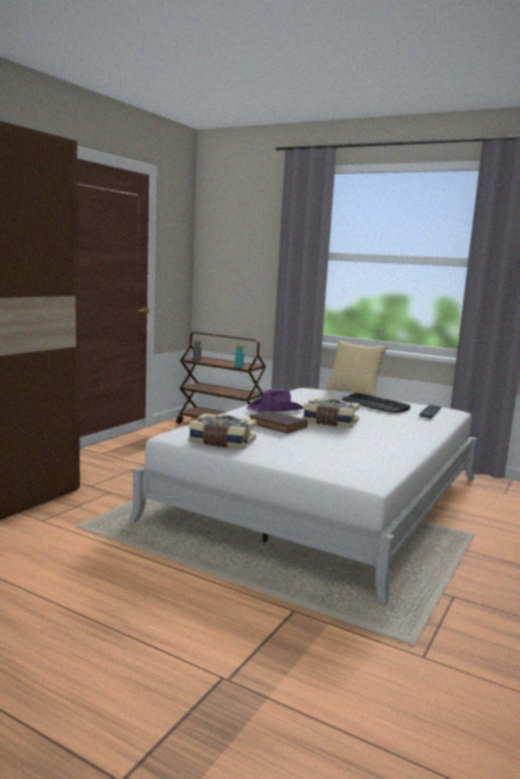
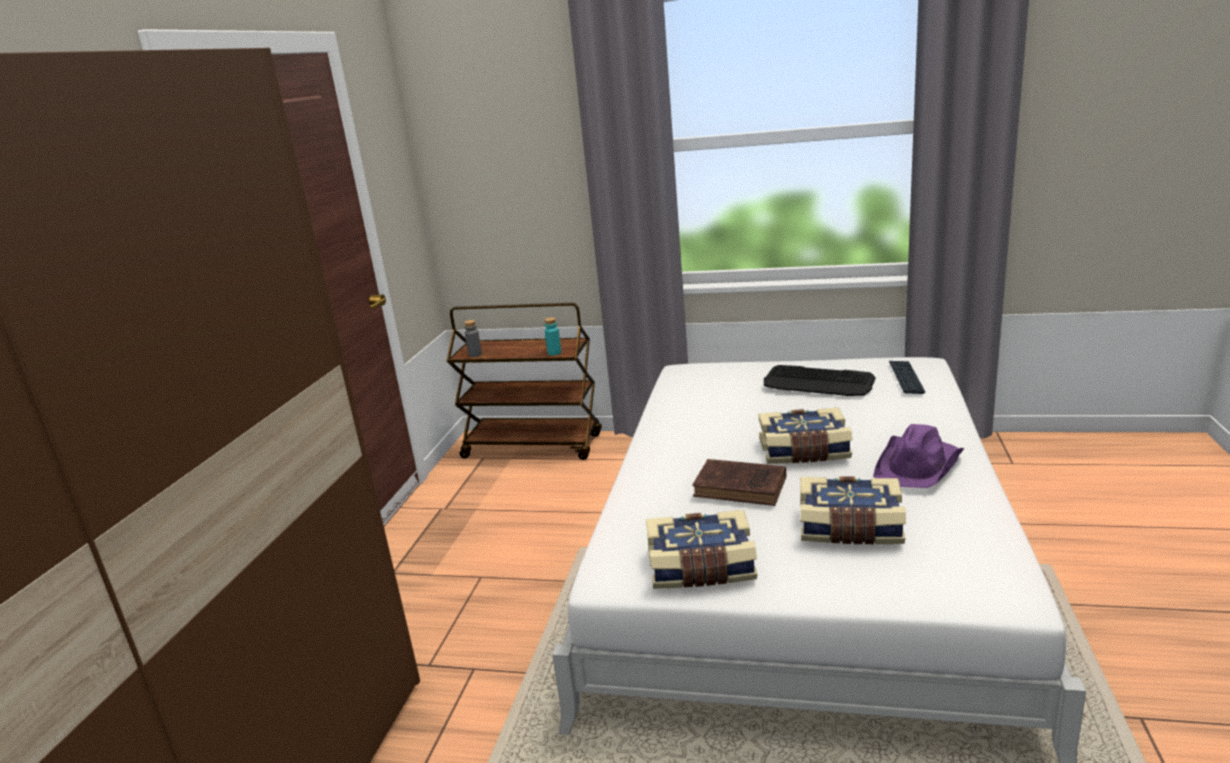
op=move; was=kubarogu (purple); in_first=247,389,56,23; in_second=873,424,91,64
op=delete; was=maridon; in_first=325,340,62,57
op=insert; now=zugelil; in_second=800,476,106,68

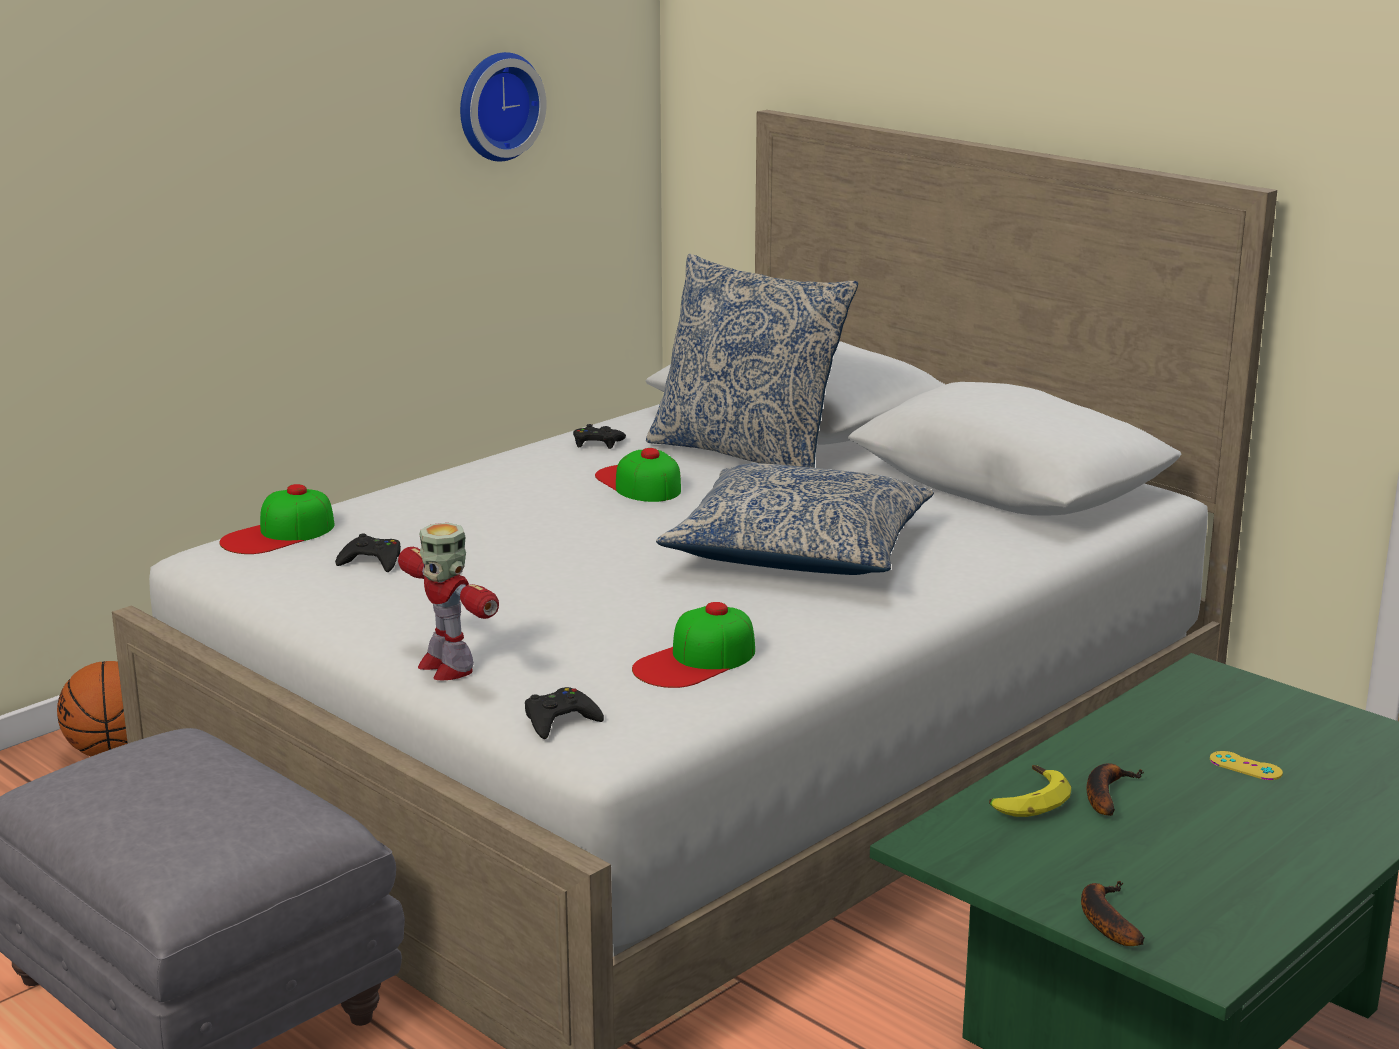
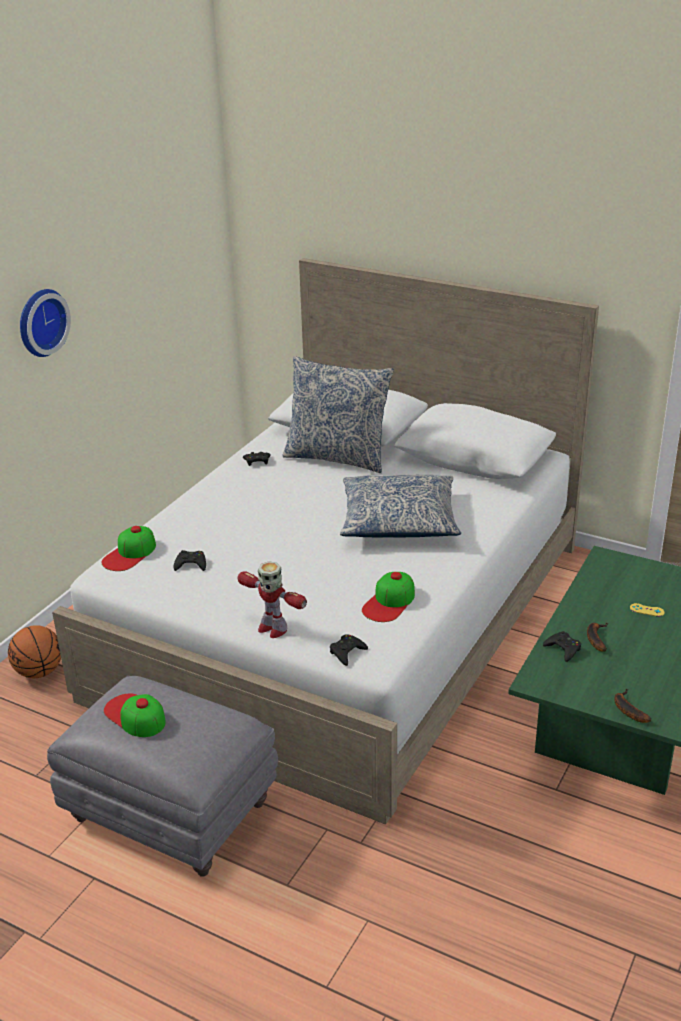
op=move; was=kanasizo; in_first=460,52,87,109; in_second=20,289,51,68
op=move; was=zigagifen; in_first=595,448,86,54; in_second=104,694,62,43
op=replace; was=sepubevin; now=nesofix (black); in_first=989,765,82,52; in_second=543,631,38,31

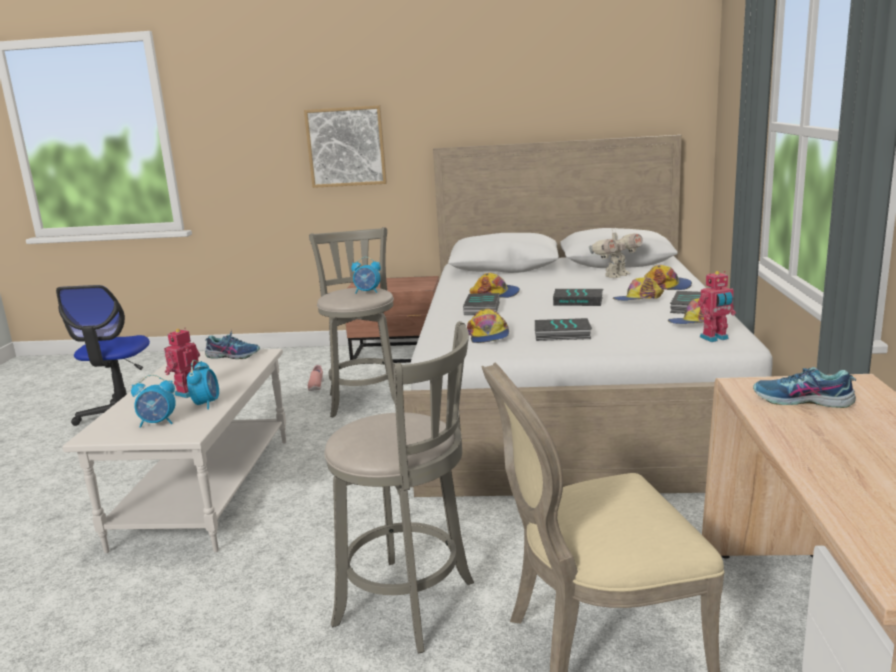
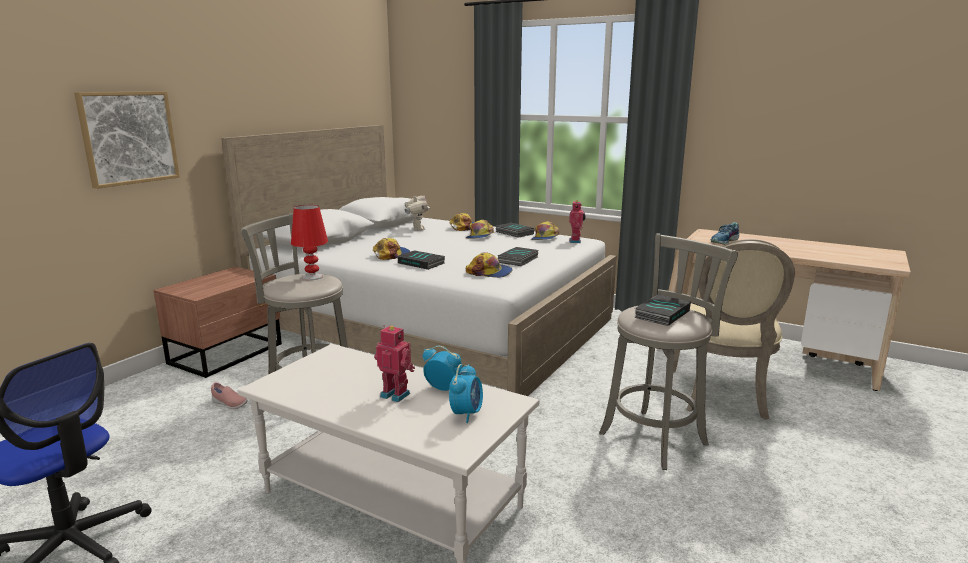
op=rotate; was=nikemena; in_first=164,327,36,71; in_second=374,325,41,77; clockwise=150
op=delete; was=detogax; in_first=205,330,55,29
op=replace; was=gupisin; now=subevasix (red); in_first=351,257,30,37; in_second=291,205,37,75
op=move; was=zugelil; in_first=553,289,50,17; in_second=634,295,57,31

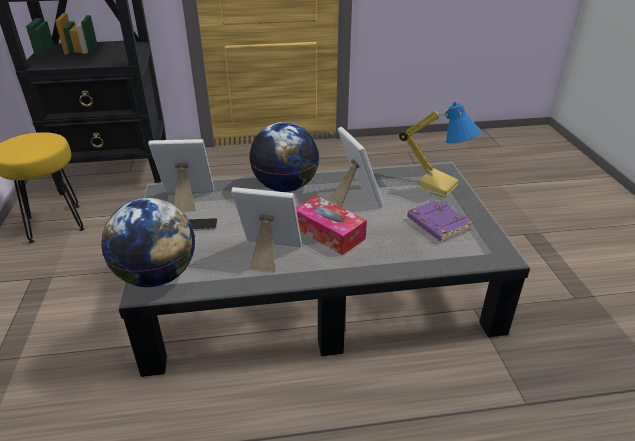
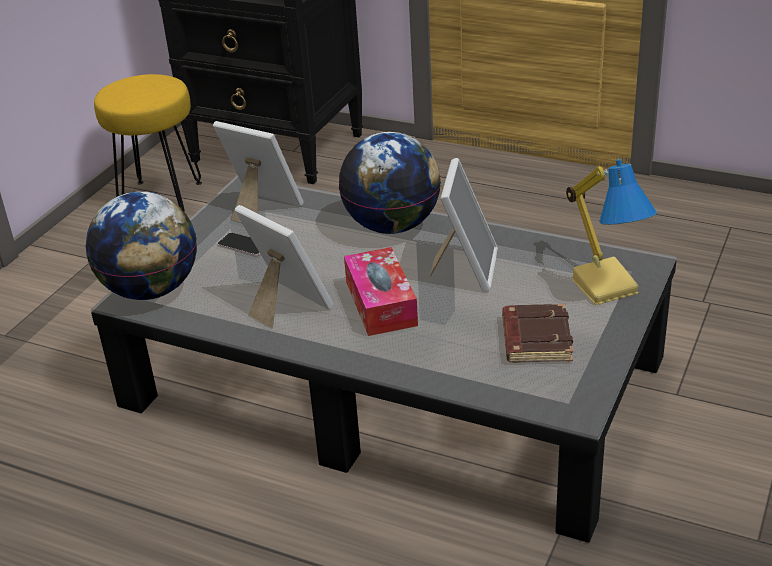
op=recolor; was=zugelil (purple); now=zugelil (brown); in_first=407,200,66,42; in_second=502,304,71,59

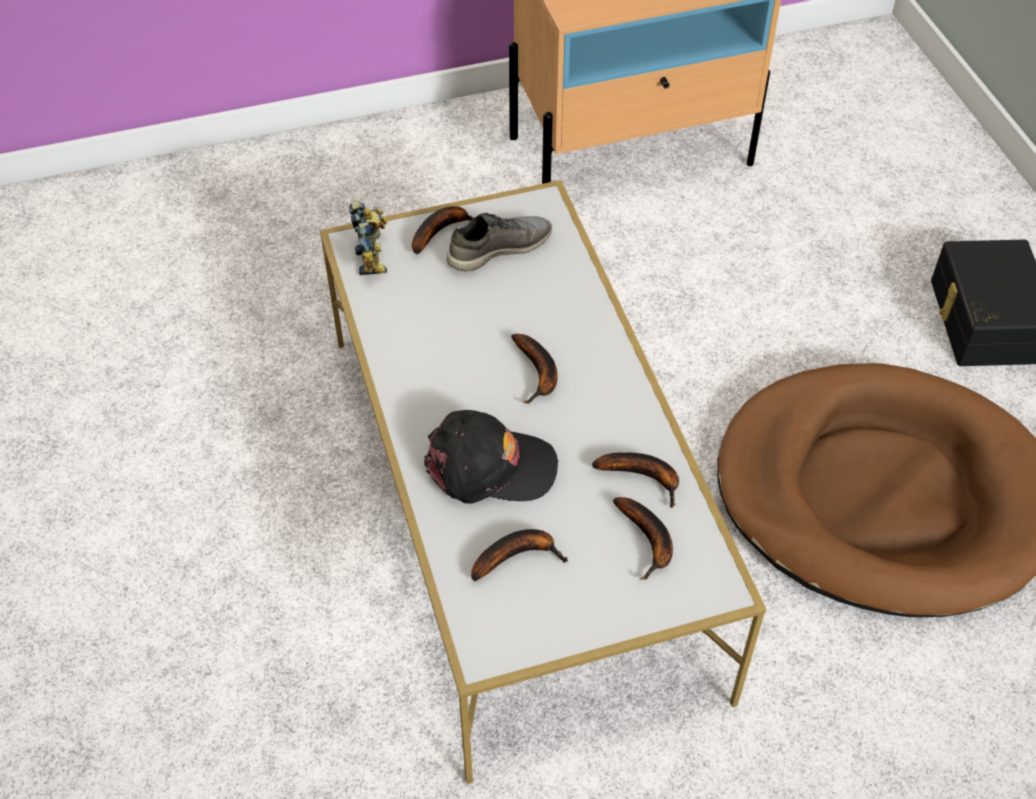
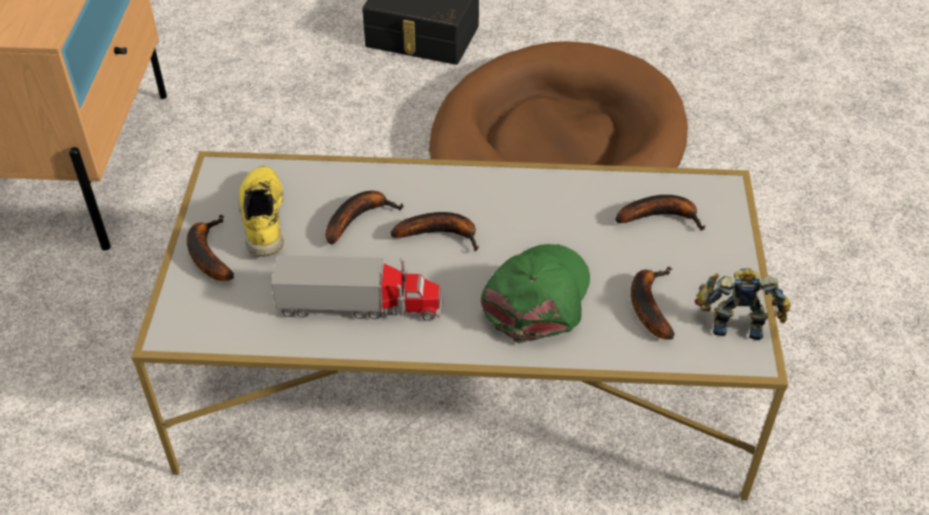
op=move; was=nikemena; in_first=349,200,38,75; in_second=695,268,95,72
op=recolor; was=zigagifen (black); now=zigagifen (green); in_first=424,410,134,94; in_second=481,244,109,99
op=recolor; was=detogax (grey); now=detogax (yellow); in_first=446,213,106,58; in_second=238,166,46,91
op=move; was=sepubevin; in_first=592,452,87,56; in_second=326,191,78,54
op=insert; now=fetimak; in_second=271,255,172,66

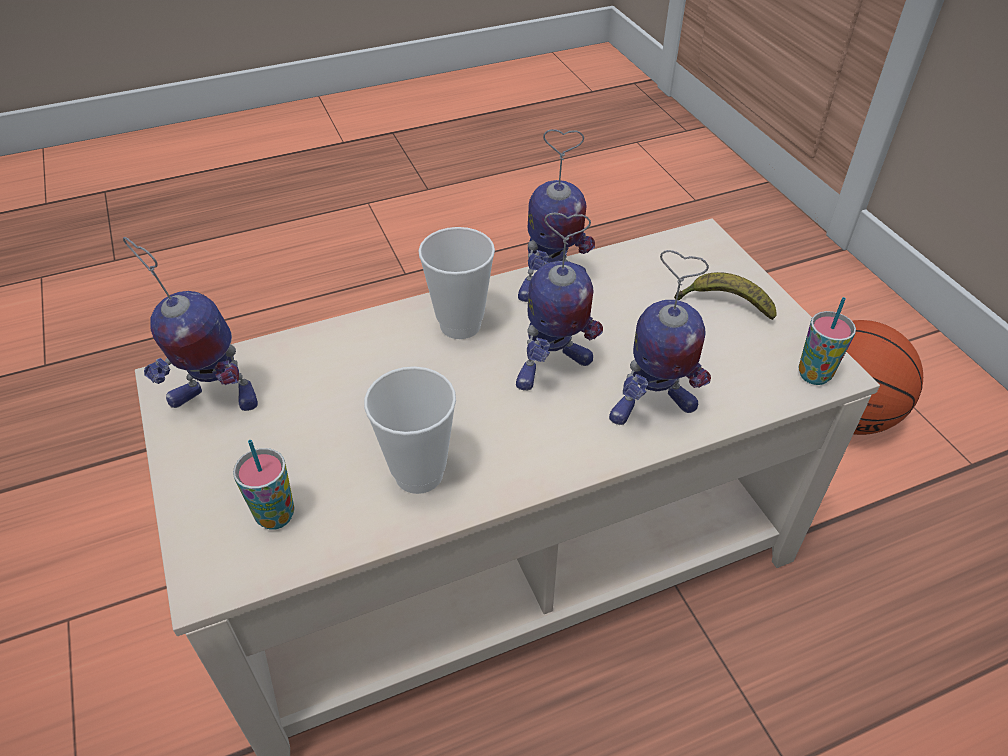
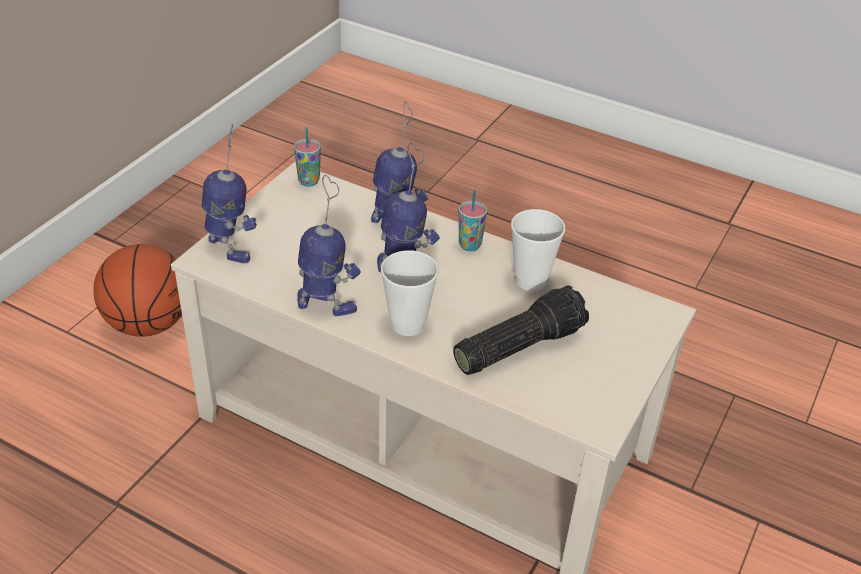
op=move; was=nikemena; in_first=123,237,135,174; in_second=202,124,55,139
op=move; was=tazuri; in_first=233,440,62,90; in_second=459,190,28,61
op=delete; was=sepubevin; in_first=674,272,102,48
op=insert; now=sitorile; in_second=453,285,136,90

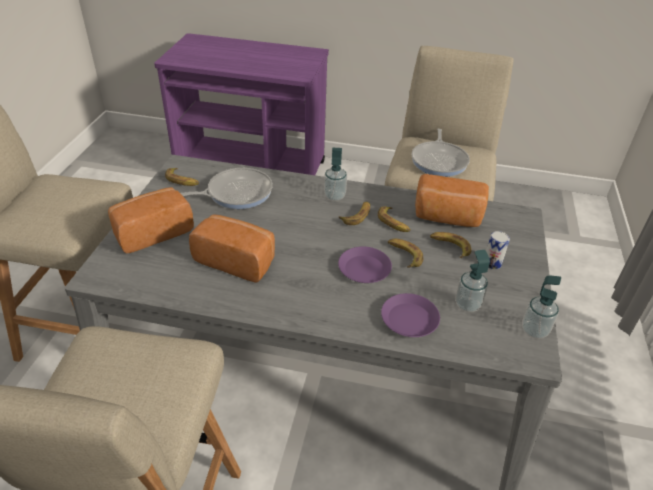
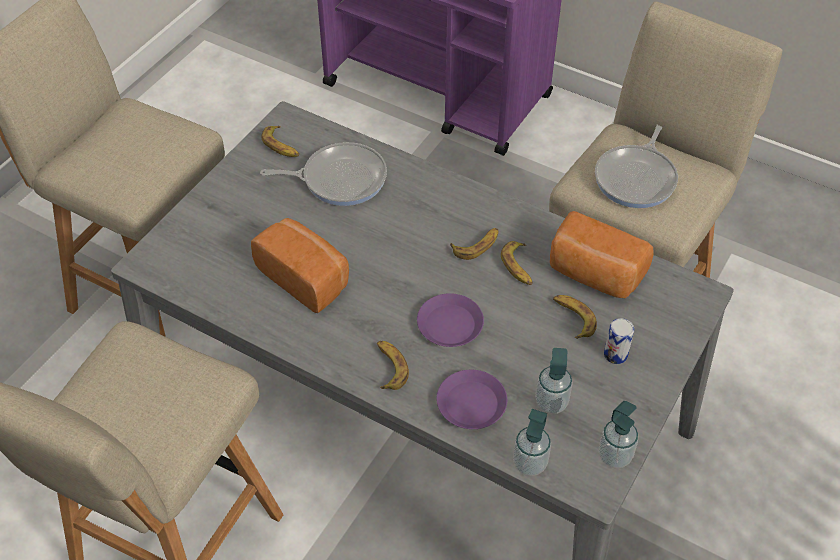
op=delete; was=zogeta; in_first=108,187,86,67
op=move; was=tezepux; in_first=324,148,23,53; in_second=513,409,38,67
op=move; was=sepubevin; in_first=388,239,35,29; in_second=377,341,32,49

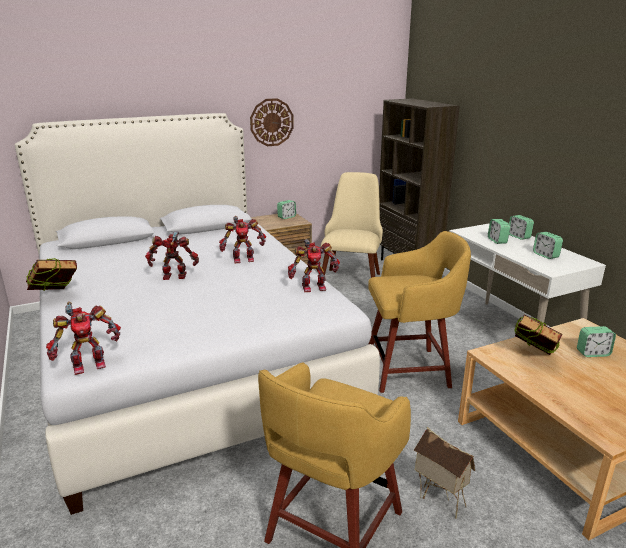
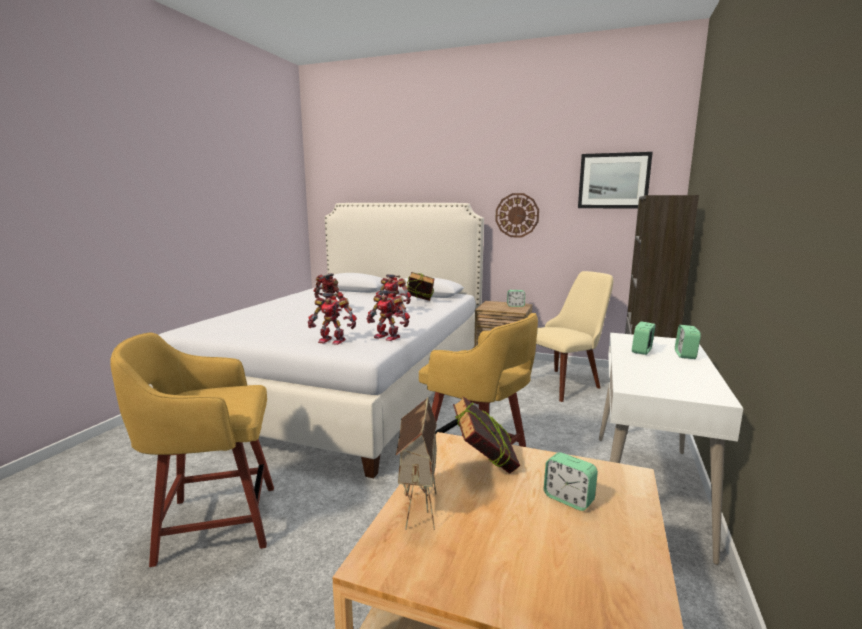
op=move; was=zugelil; in_first=26,258,51,33; in_second=407,272,28,29
op=move; was=nikemena; in_first=46,302,75,73; in_second=308,293,49,52
op=move; was=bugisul; in_first=413,427,62,92; in_second=396,397,41,133
op=delete; was=gupisin; in_first=533,232,30,27
op=insert; now=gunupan; in_second=578,152,75,57

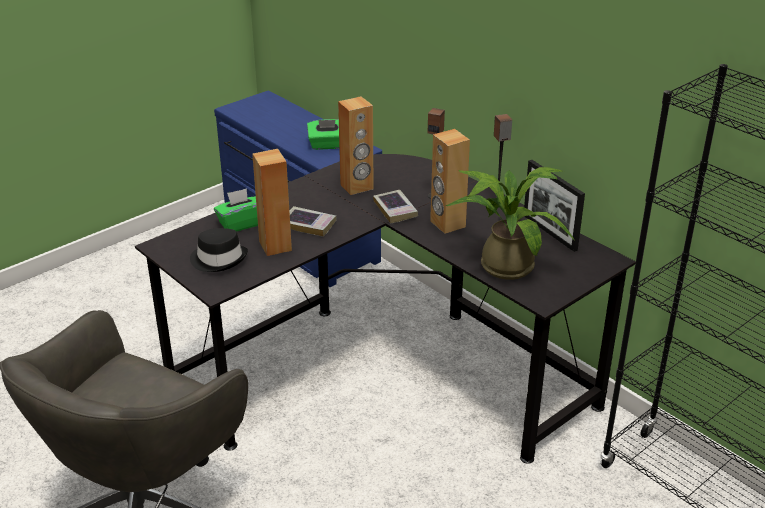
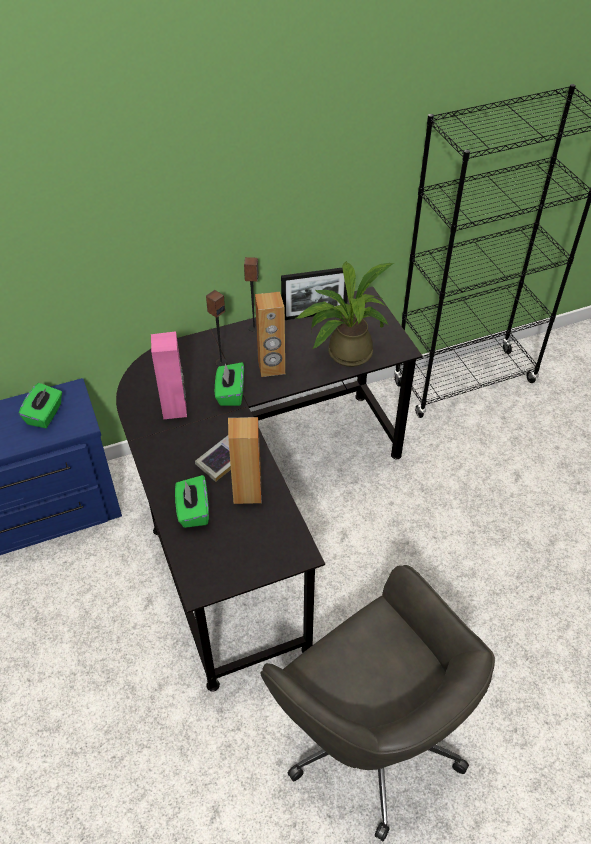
op=delete; was=kubarogu (black); in_first=190,228,58,44
op=recolor; was=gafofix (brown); now=gafofix (pink); in_first=338,96,35,99; in_second=151,331,36,88
op=replace; was=zugelil; now=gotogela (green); in_first=373,190,45,34; in_second=215,363,29,43

